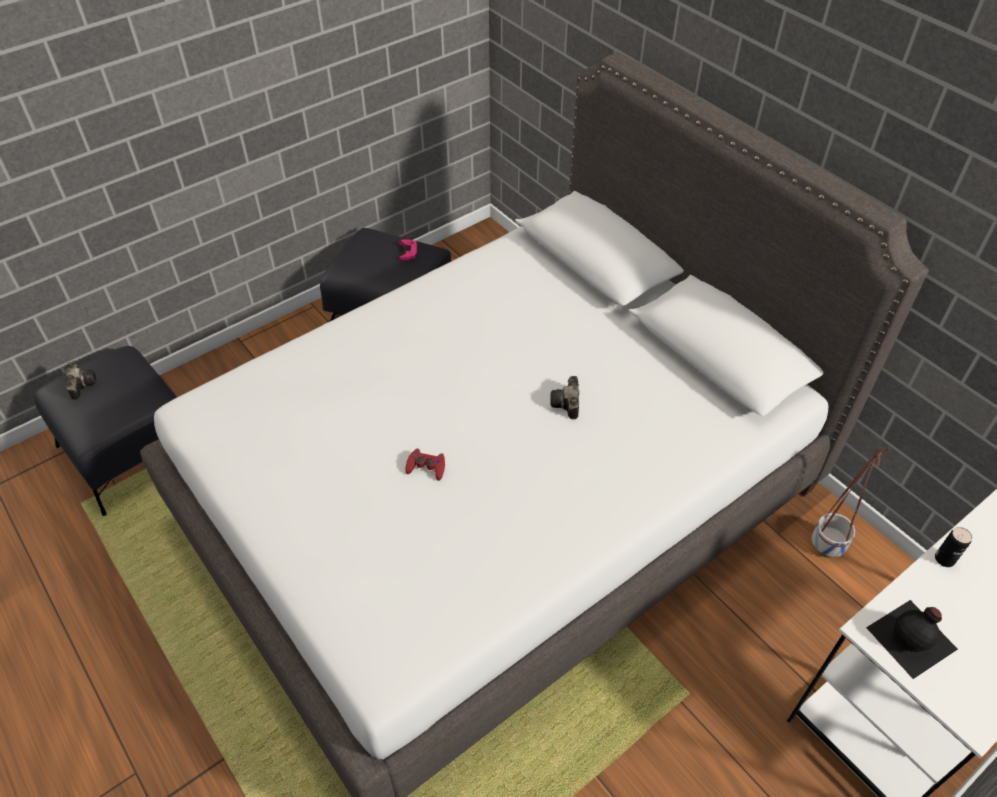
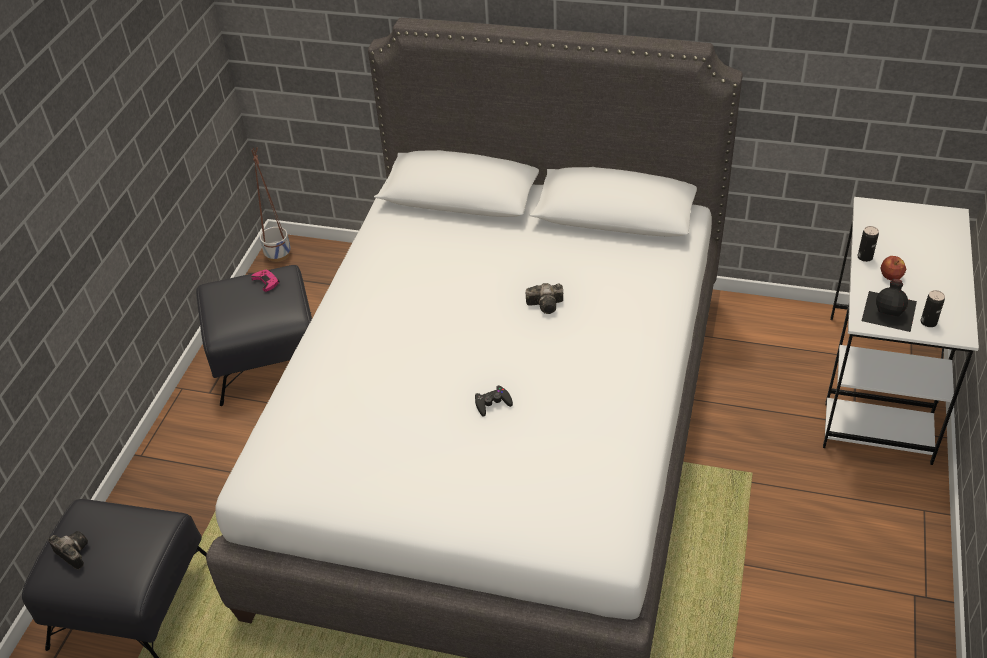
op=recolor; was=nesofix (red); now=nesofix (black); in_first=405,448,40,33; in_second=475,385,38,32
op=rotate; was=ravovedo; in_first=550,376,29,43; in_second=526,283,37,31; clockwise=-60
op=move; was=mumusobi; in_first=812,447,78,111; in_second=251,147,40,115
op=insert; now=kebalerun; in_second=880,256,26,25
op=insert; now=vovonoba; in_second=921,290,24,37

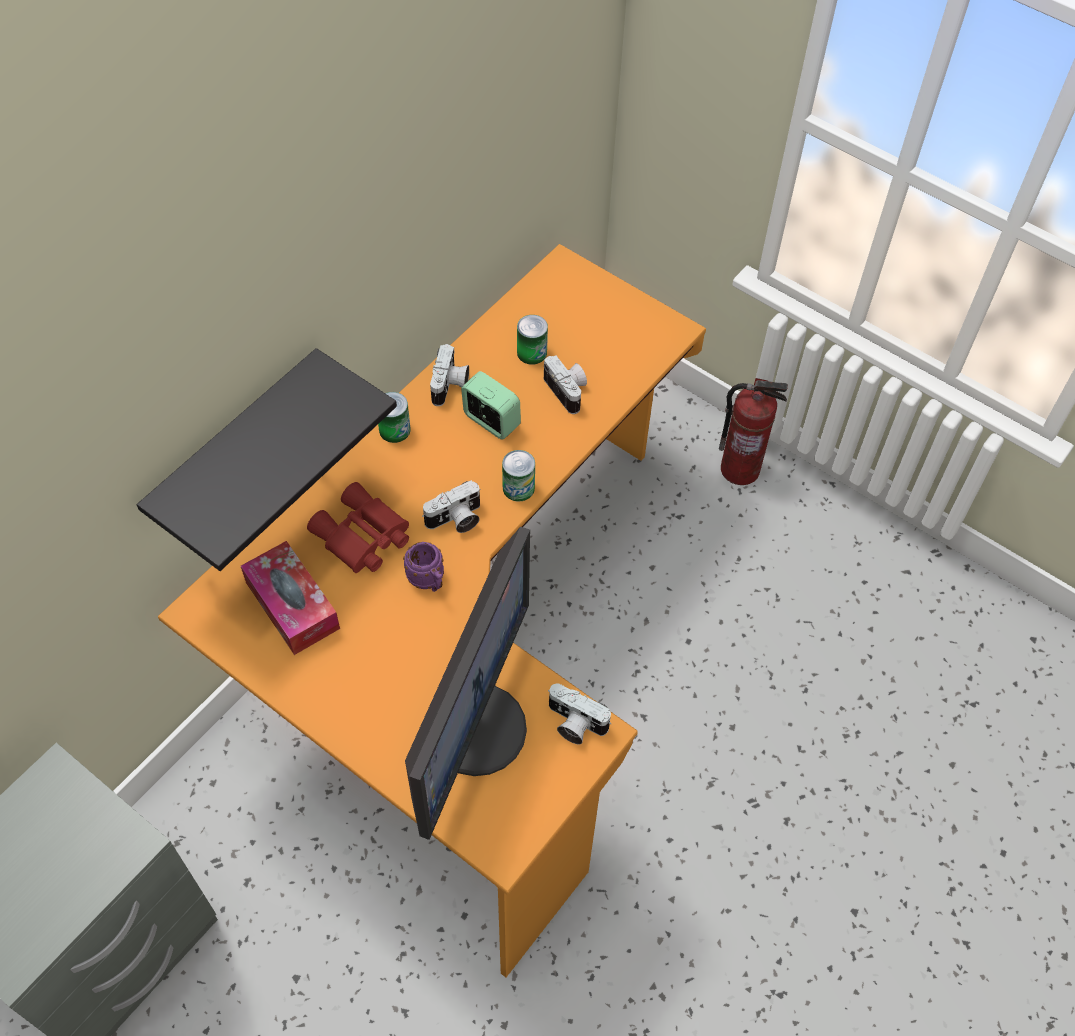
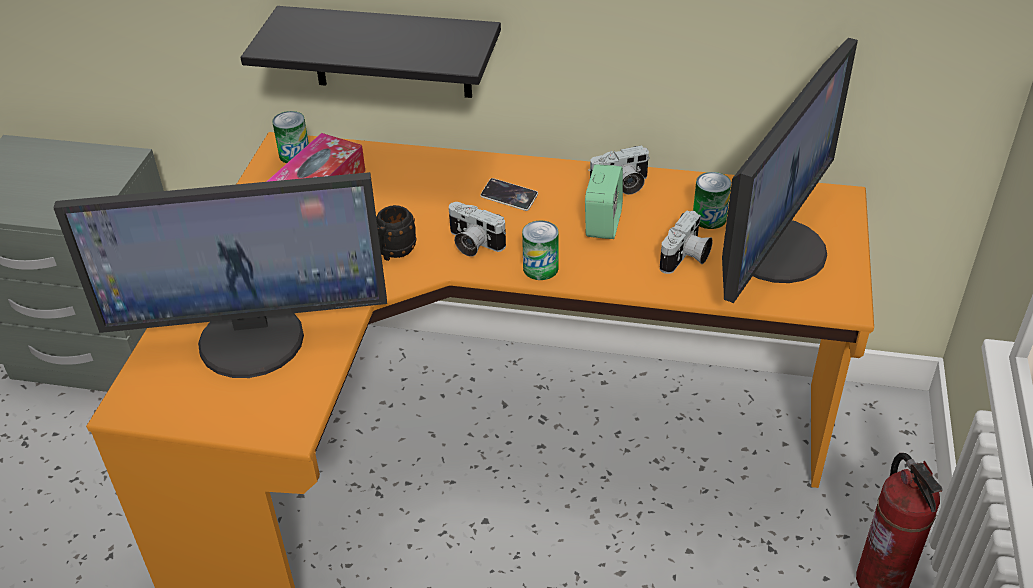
op=delete; was=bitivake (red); in_first=307,482,102,91
op=move; was=vovonoba; in_first=378,392,33,51; in_second=272,111,37,52
op=recolor; was=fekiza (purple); now=fekiza (black); in_first=403,542,41,50; in_second=376,205,41,56
op=delete; was=ravovedo; in_first=548,683,63,62
op=insert; now=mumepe; in_second=480,178,58,33
op=insert; now=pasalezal; in_second=722,38,136,265

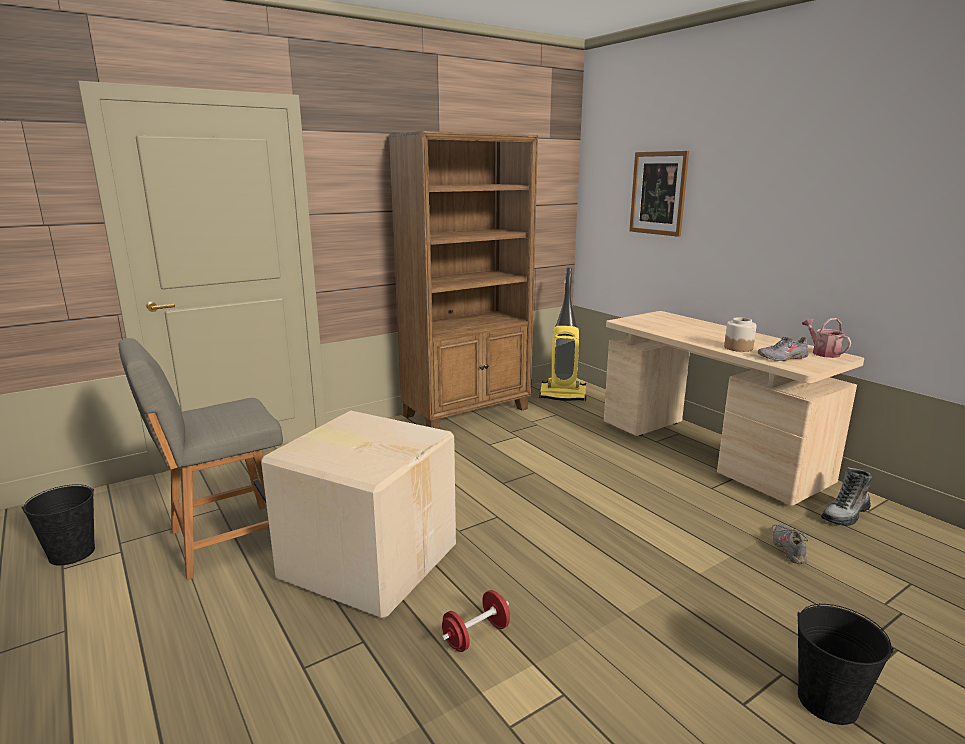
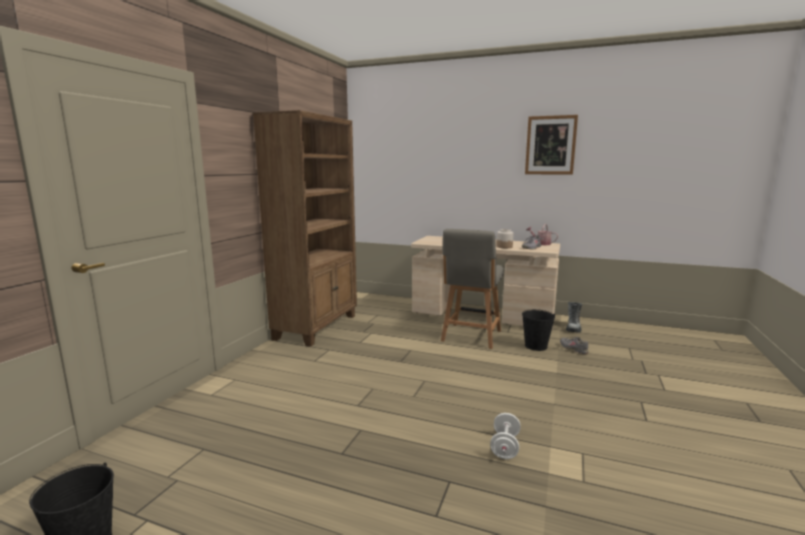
op=move; was=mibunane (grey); in_first=118,338,165,242; in_second=441,229,63,120
op=delete; was=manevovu; in_first=261,410,195,208
op=recolor; was=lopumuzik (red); now=lopumuzik (white); in_first=441,590,69,62; in_second=490,413,31,46
op=delete; was=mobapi; in_first=539,268,47,133
op=move; was=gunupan; in_first=629,151,60,86; in_second=525,115,53,60
op=move; was=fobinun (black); in_first=797,604,97,121; in_second=522,309,33,42

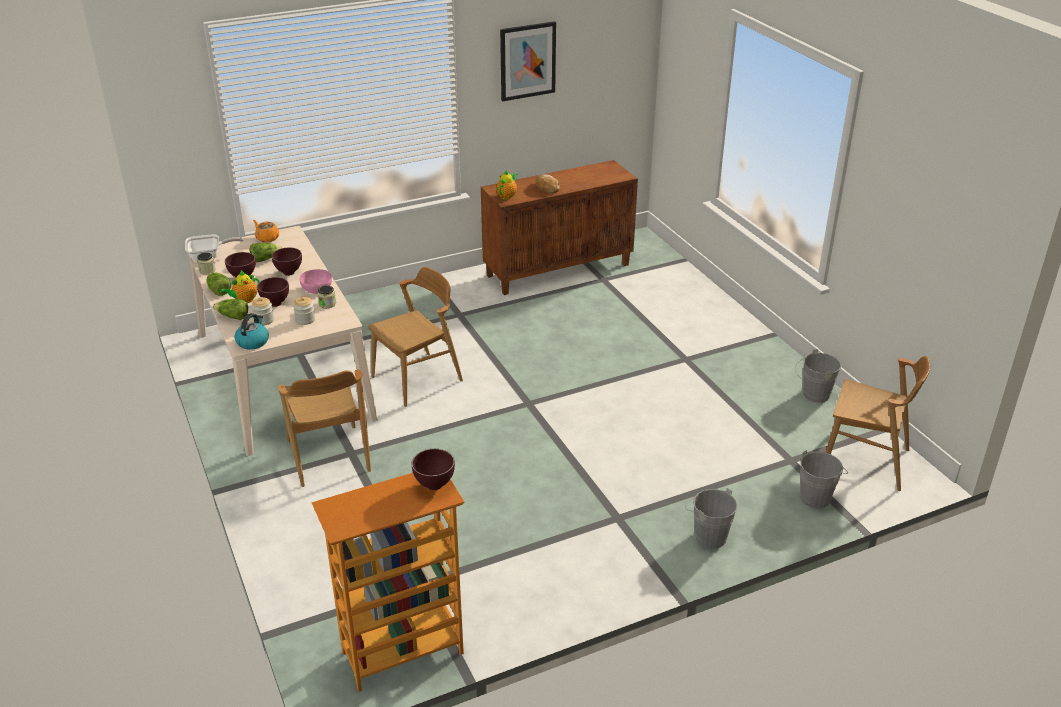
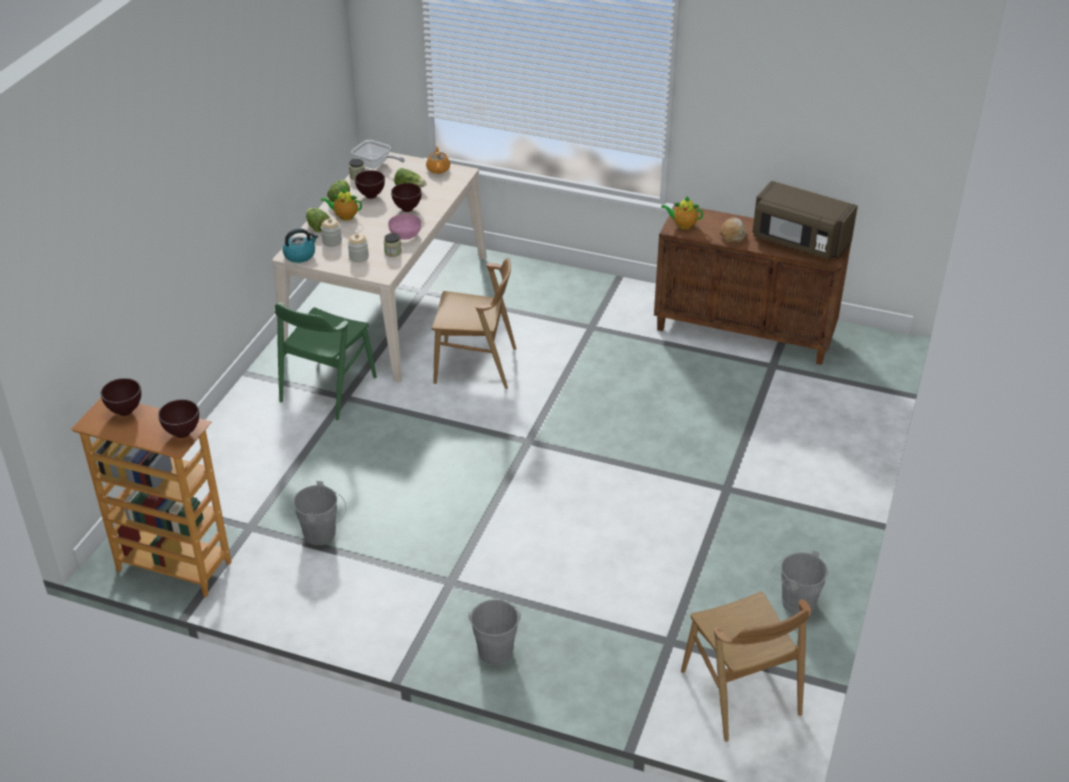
op=move; was=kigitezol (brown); in_first=257,277,32,30; in_second=100,378,41,38
op=recolor; was=mibunane (brown); now=mibunane (green); in_first=278,369,93,118; in_second=274,302,103,118
op=rotate; was=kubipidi; in_first=496,170,21,30; in_second=661,196,42,33; clockwise=-150
op=delete; was=gunupan; in_first=500,21,56,80
op=move; was=fobinun (grey); in_first=800,450,48,59; in_second=293,481,53,64
op=insert; now=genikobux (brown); in_second=752,181,106,78

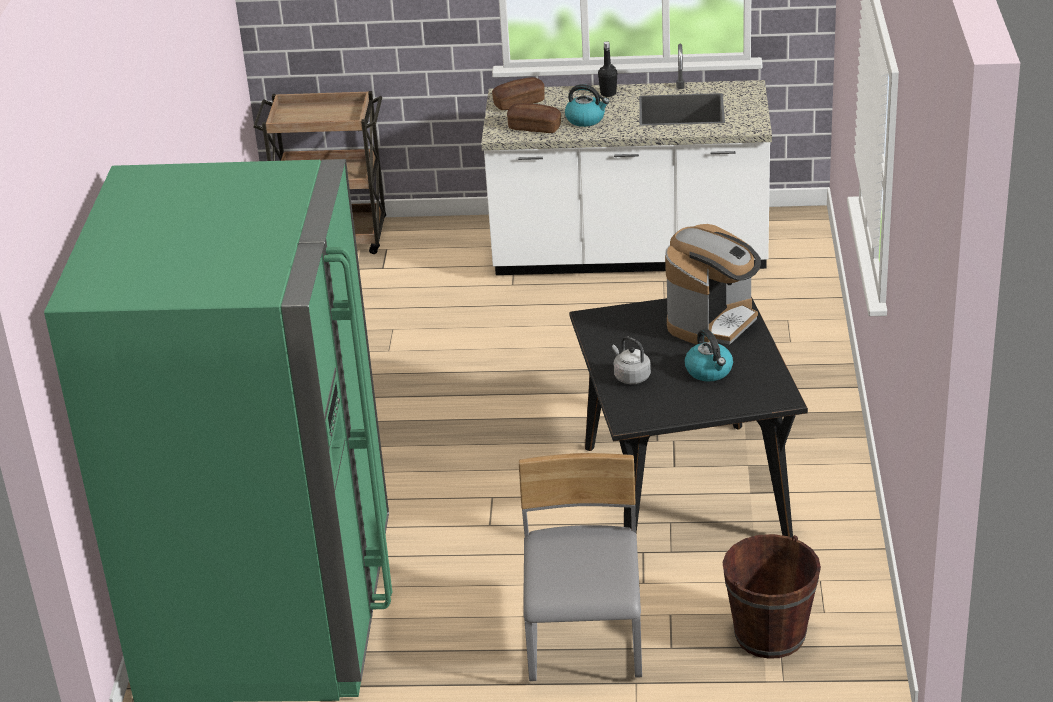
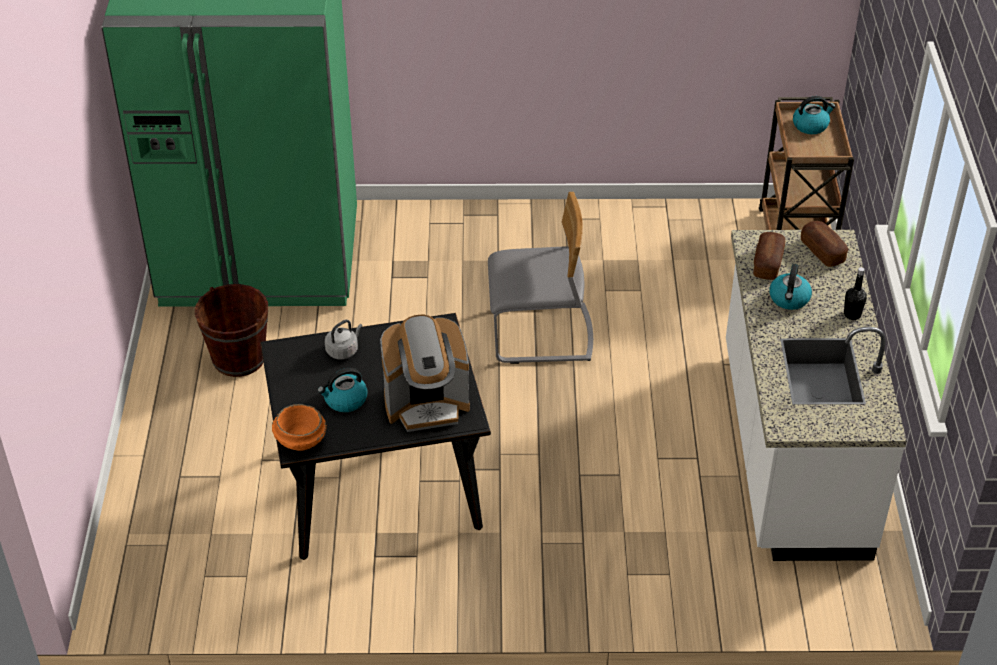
op=move; was=mibunane (grey); in_first=519,453,123,228; in_second=488,192,105,172
op=rotate; was=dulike; in_first=665,224,96,121; in_second=380,315,90,117; clockwise=-45
op=move; was=fobinun (brown); in_first=722,534,99,125; in_second=195,284,73,93
op=insert; now=kigitezol (orange); in_second=272,404,55,47
op=insert; now=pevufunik; in_second=793,96,43,38

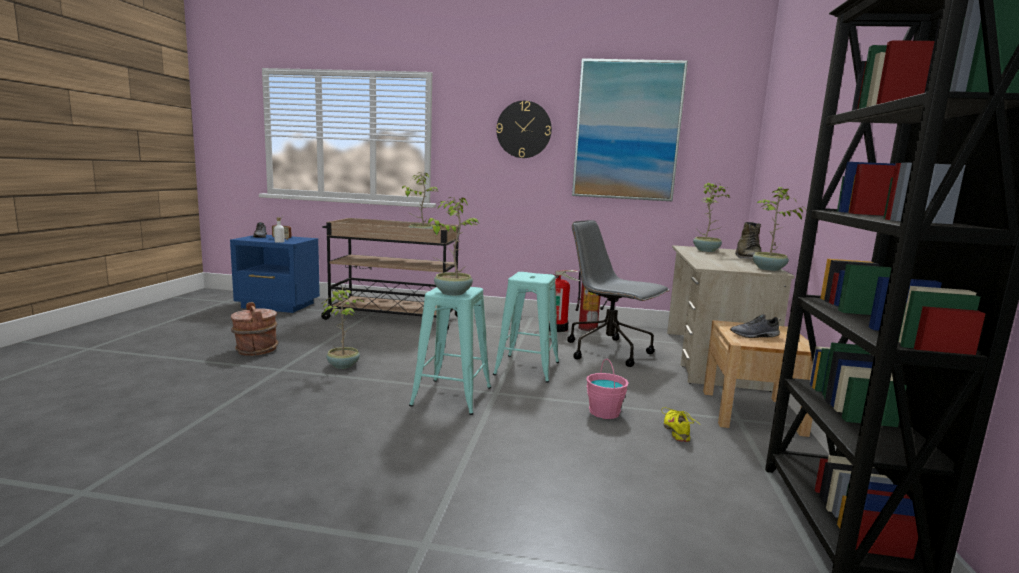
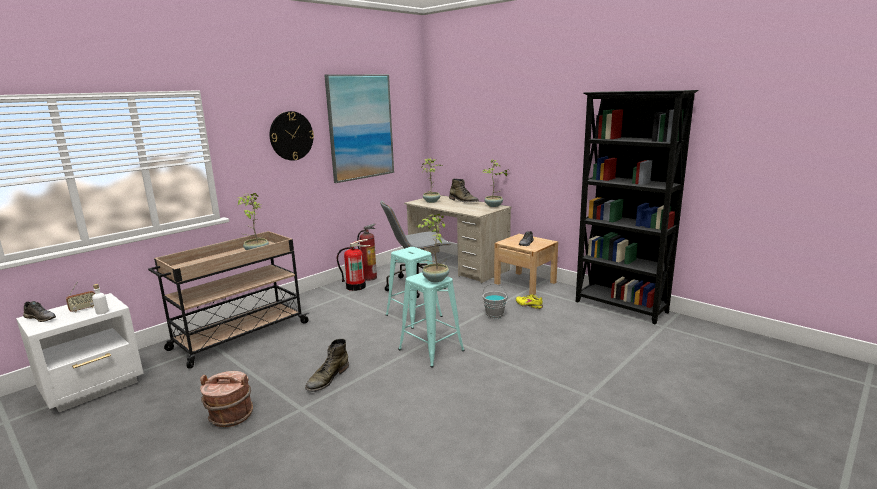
op=recolor; was=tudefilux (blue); now=tudefilux (white); in_first=230,235,90,78; in_second=16,293,128,120
op=replace; was=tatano; now=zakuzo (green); in_first=322,288,42,81; in_second=305,339,44,53
op=recolor; was=fobinun (pink); now=fobinun (grey); in_first=586,359,43,60; in_second=483,284,24,35

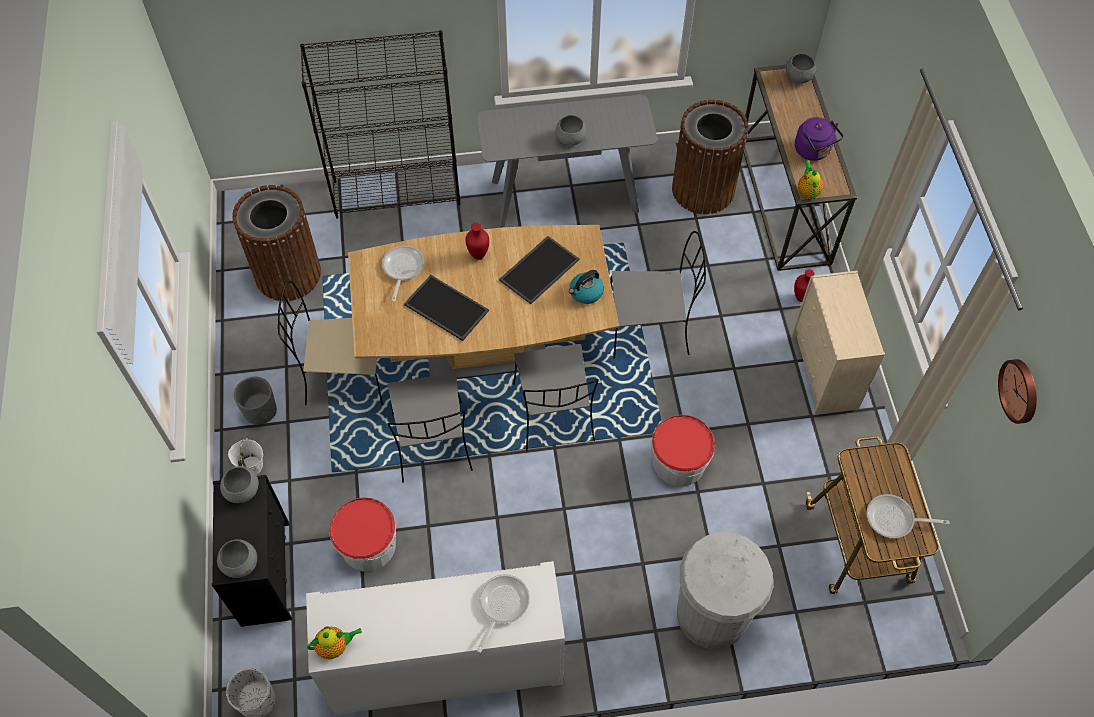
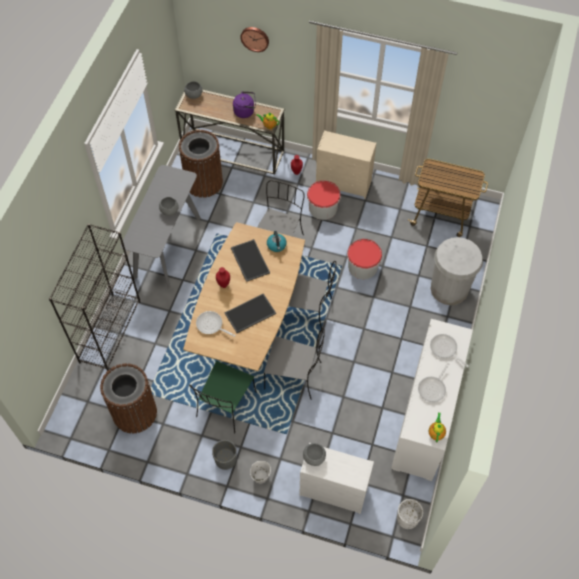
op=recolor; was=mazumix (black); now=mazumix (white); in_first=212,475,80,152; in_second=299,443,75,71
op=delete; was=kigitezol (grey); in_first=217,539,40,39
op=recolor; was=mibunane (beige); now=mibunane (green); in_first=278,281,105,124; in_second=189,361,68,73
op=move; was=fobinun; in_first=329,497,67,75; in_second=307,180,34,40
op=move; was=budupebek; in_first=866,494,83,44; in_second=418,363,31,39
op=move; was=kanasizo; in_first=998,359,39,65; in_second=240,27,29,25

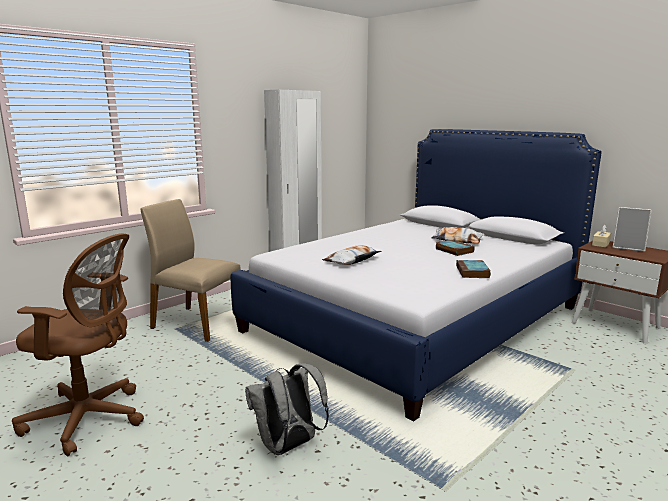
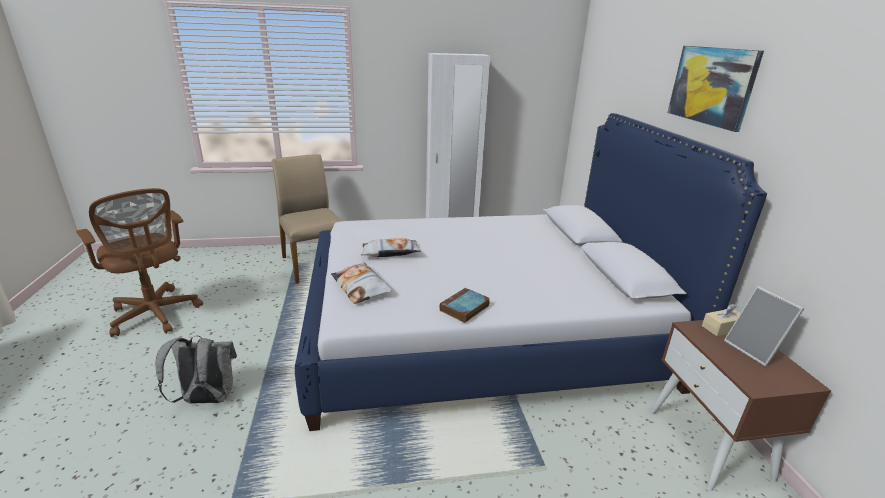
op=move; was=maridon; in_first=431,227,53,16; in_second=331,262,61,42
op=delete; was=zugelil; in_first=436,240,39,16
op=insert; now=gunupan; in_second=668,46,96,86

